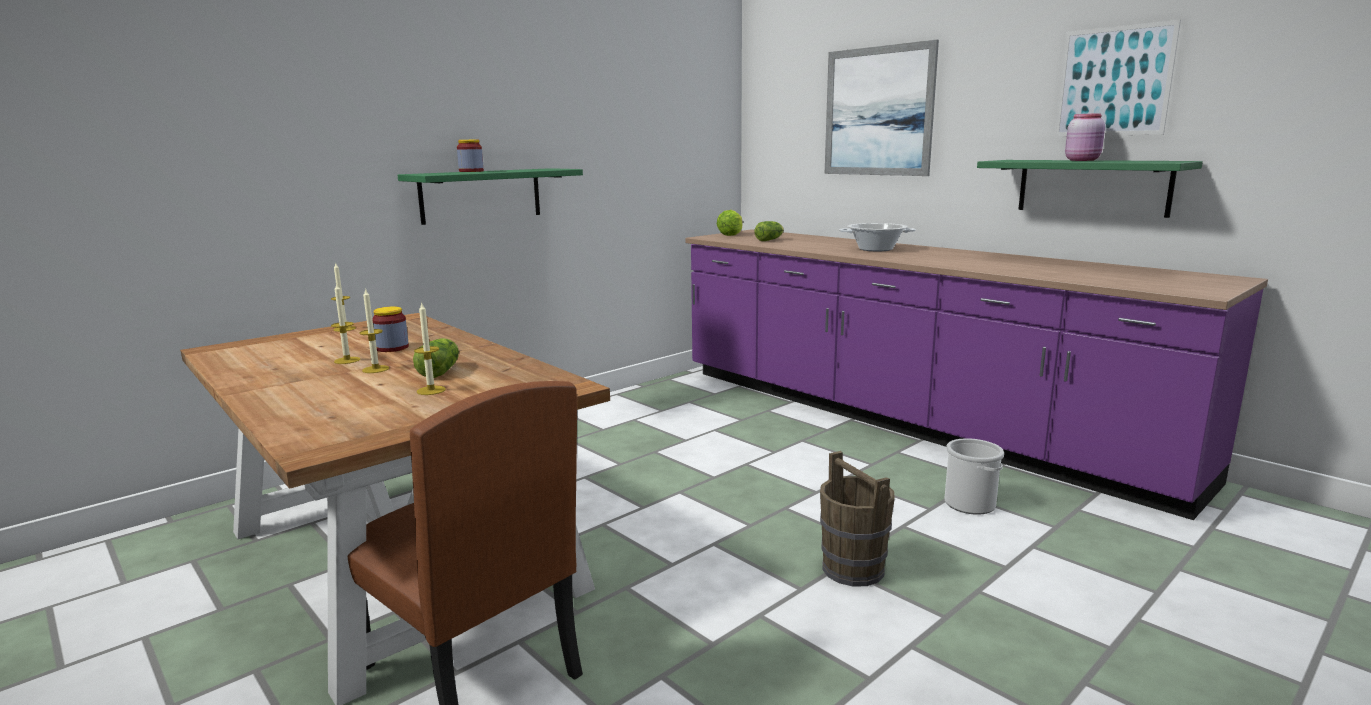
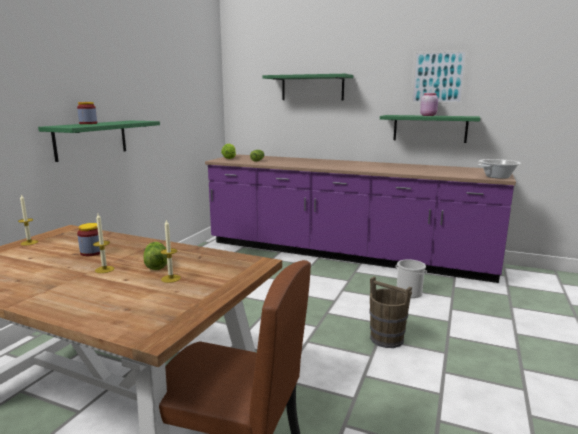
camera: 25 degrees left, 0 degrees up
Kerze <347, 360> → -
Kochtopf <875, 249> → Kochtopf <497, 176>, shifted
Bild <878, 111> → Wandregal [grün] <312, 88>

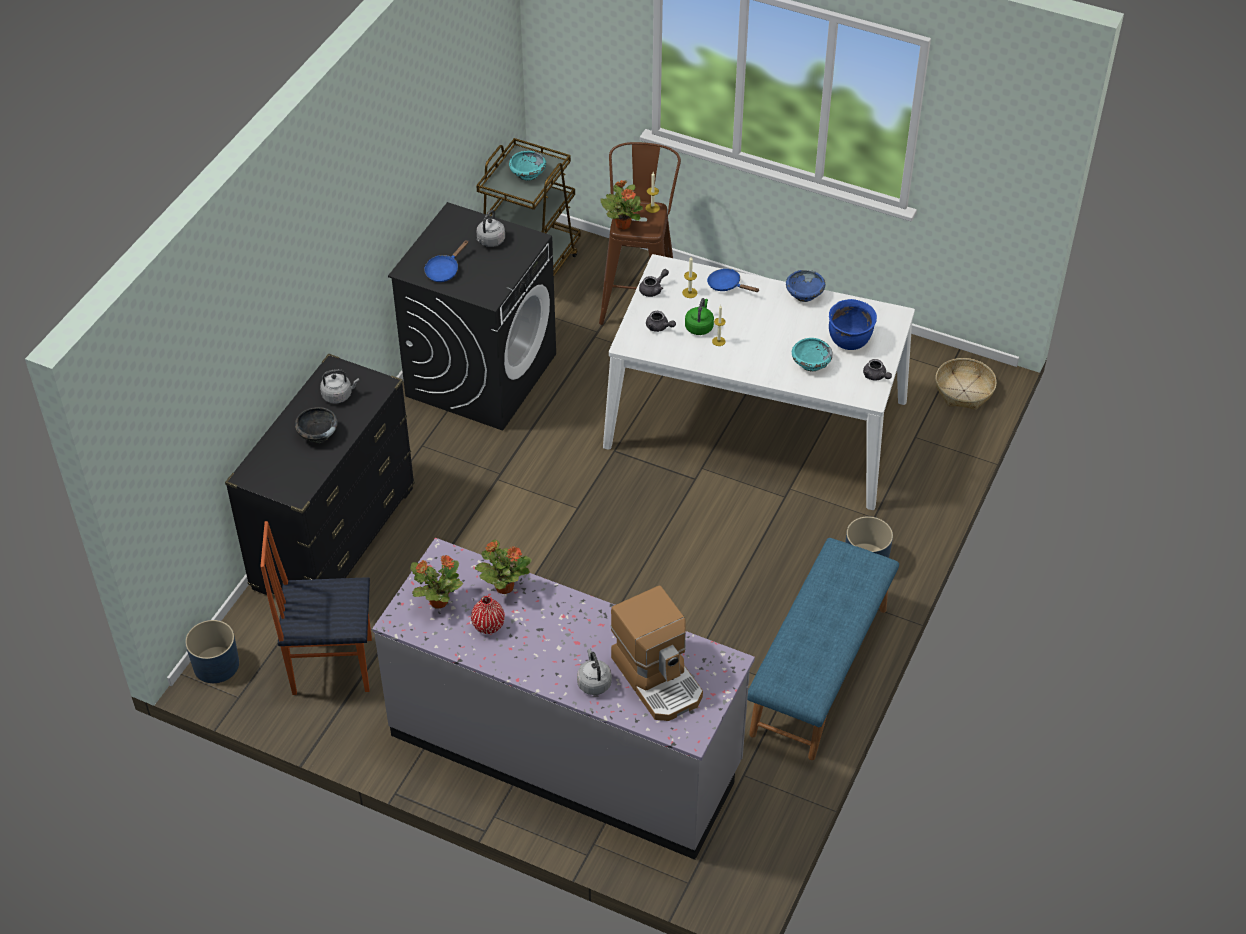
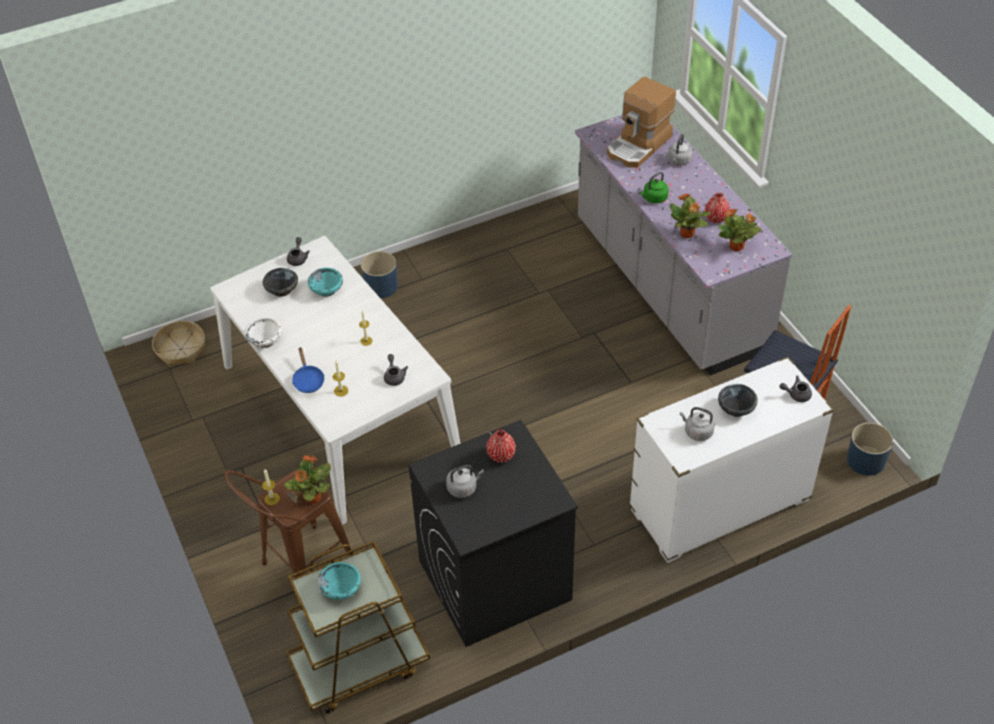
camera: 140 degrees left, 0 degrees up
Pfanne [blau] <444, 270> → -
Bank [blau] <820, 671> → -
- → Vase [rot] <501, 455>
Teekanne [grau] <653, 289> → Teekanne [grau] <796, 394>, shifted
Wasserkessel [grün] <699, 326> → Wasserkessel [grün] <654, 198>, shifted
Kochtopf [blau] <850, 341> → Schüssel [schwarz] <281, 290>
Kommode [schwarz] <334, 538> → Kommode [weiß] <719, 506>
Schüssel [blau] <804, 294> → Schüssel [weiß] <265, 340>
Kaffeemaschine <658, 678> → Kaffeemaschine <639, 145>, 150 degrees counterclockwise

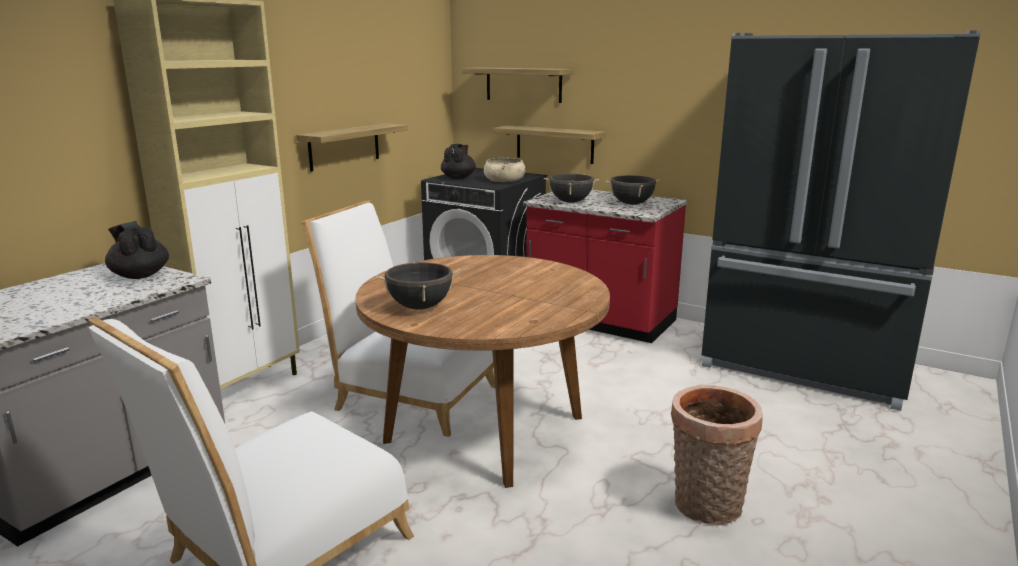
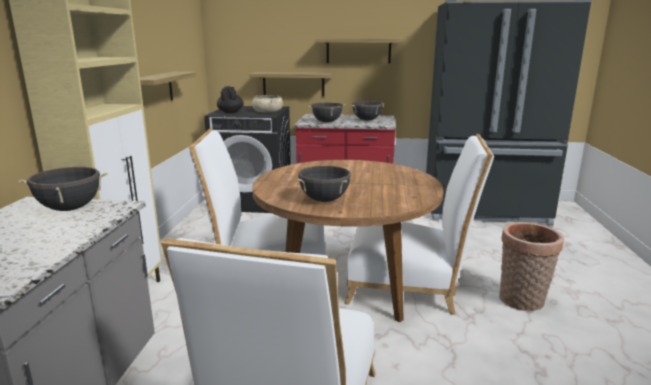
camera: 25 degrees left, 0 degrees up
- → Stuhl [weiß] <409, 286>
Wandregal <523, 84> → Wandregal <358, 50>, shifted
Teekanne [schwarz] <140, 275> → Kochtopf [schwarz] <70, 209>

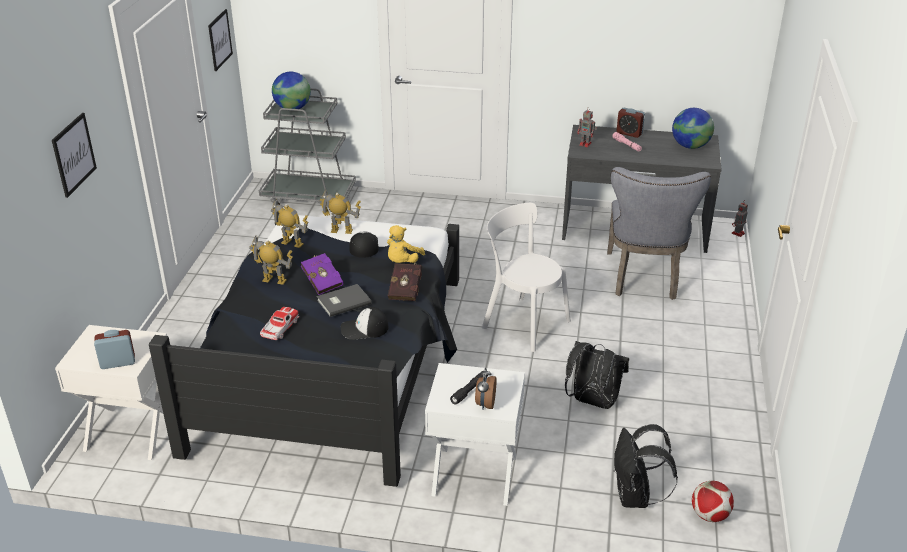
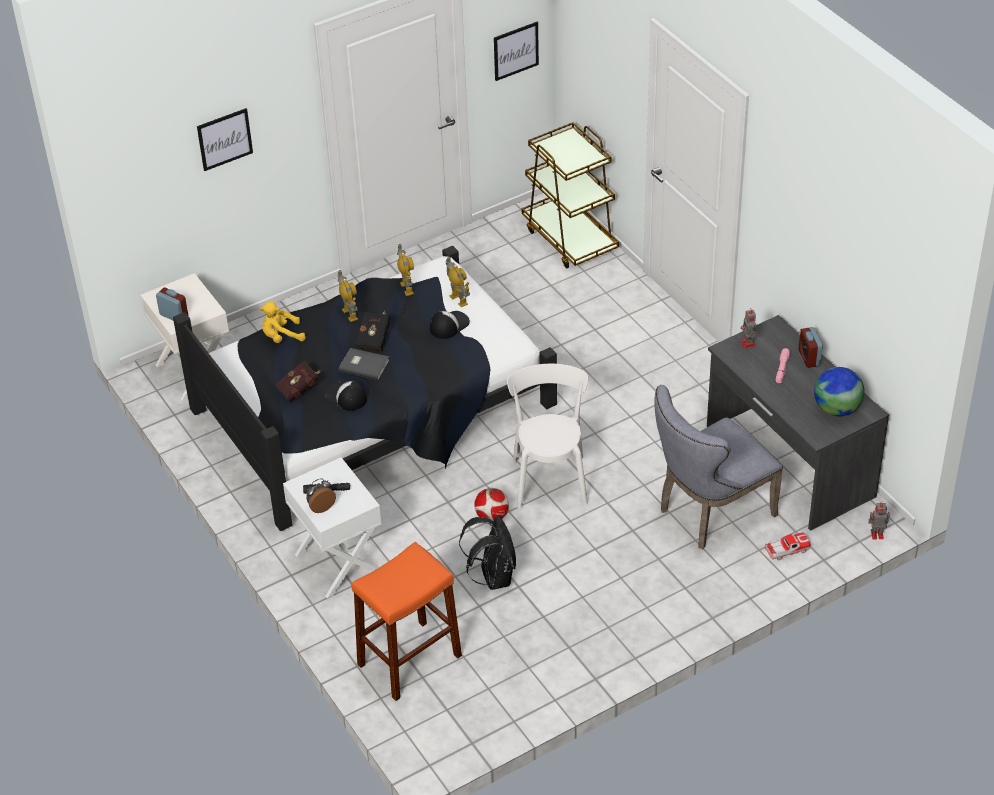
camera: 50 degrees right, 10 degrees up
Globus <292, 108> → -
Spielzeugauto <280, 328> → Spielzeugauto <787, 549>, shifted
Plüschtier [gelb] <402, 262> → Plüschtier [gelb] <281, 336>, shifted
Buch [rot] <406, 290> → Buch [rot] <300, 389>, shifted
Fußball <709, 515> → Fußball <492, 516>, shifted
Rucksack [schwarz] <635, 497> → Hocker [orange] <409, 660>
Rollwagen [grau] <309, 197> → Rollwagen [braun] <570, 239>
Buch [lila] <322, 282> → Buch [schwarz] <375, 338>

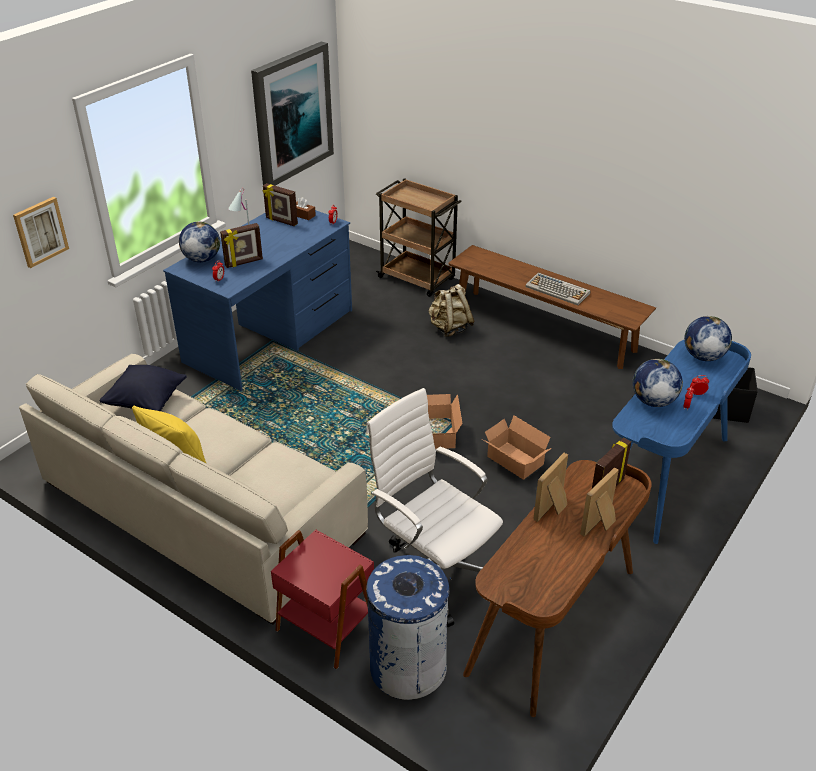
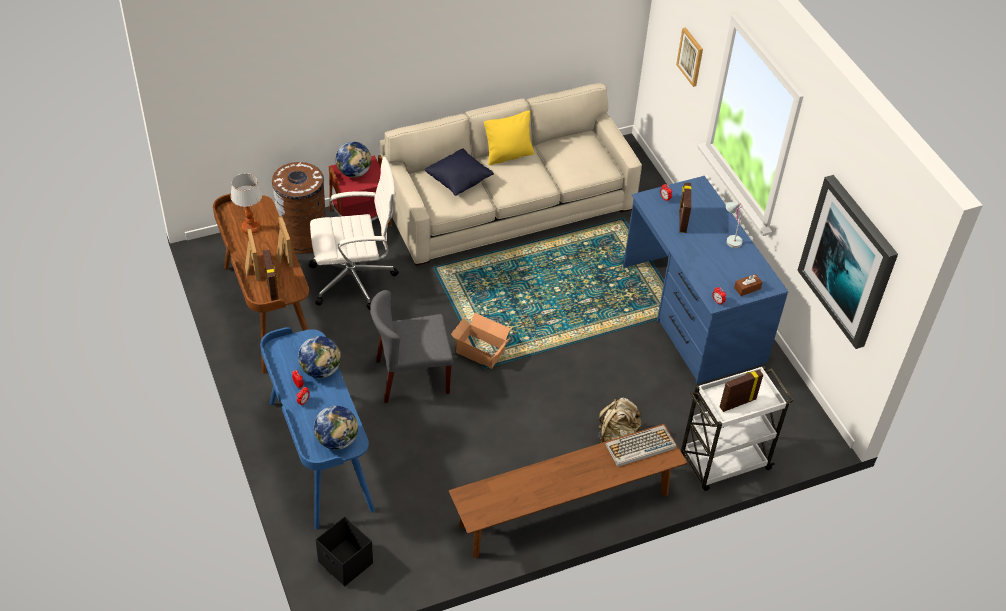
camera: 120 degrees right, 10 degrees up
- → Tischlampe <251, 228>
Kissen [schwarz] <146, 402> → Kissen [schwarz] <458, 182>, shifted
Globus <202, 259> → Globus <354, 172>, shifted
Bilderrahmen <281, 221> → Bilderrahmen <737, 403>, shifted
Tastatur <558, 290> → Tastatur <640, 447>, shifted
Karton <514, 462> → Stuhl [grau] <412, 377>
Mülleimer [blau] <408, 666> → Mülleimer [braun] <302, 236>
Rollwagen [braun] <418, 279> → Rollwagen [weiß] <723, 462>

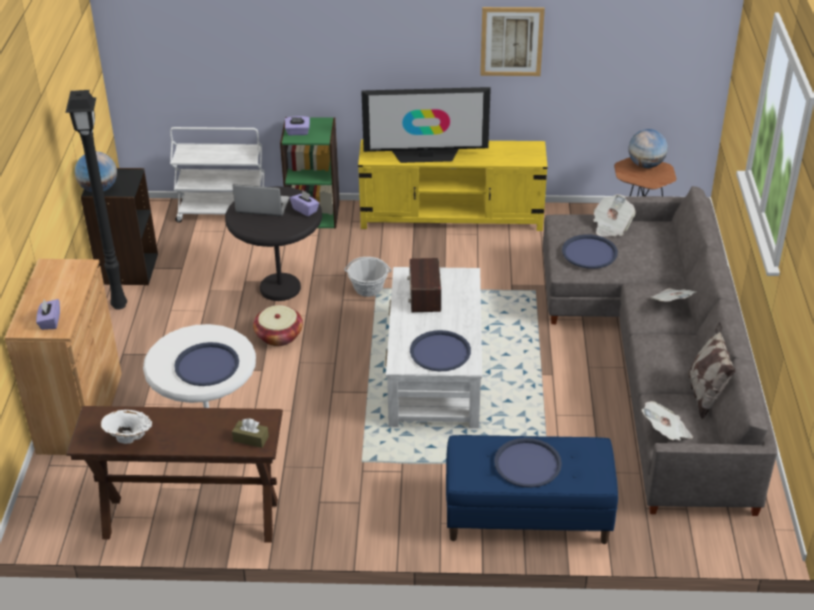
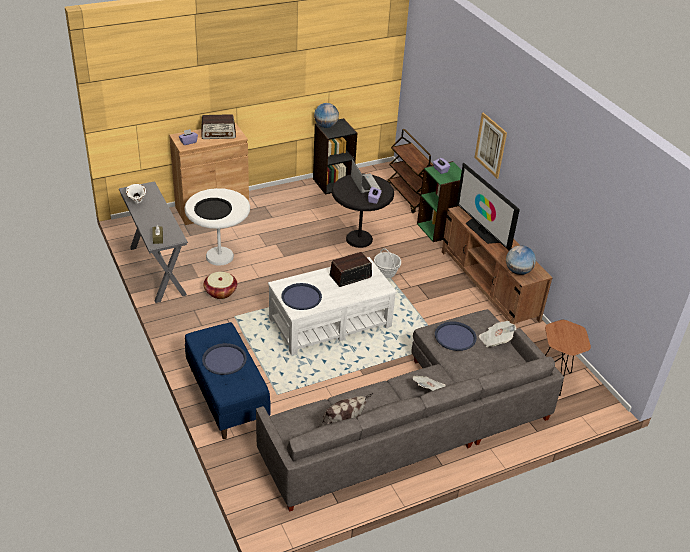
camera: 60 degrees right, 0 degrees up
Stehlampe [schwarz] <118, 305> → -
Zeitung <665, 432> → -
- → Radio <218, 134>
Korb <279, 336> → Korb <220, 292>, shifted
Bild <511, 41> → Bild <490, 145>, shifted
Globus <646, 165> → Globus <518, 271>, shifted
Konsolentisch [braun] <191, 519> → Konsolentisch [grau] <157, 270>
Rollwagen [weiß] <223, 212> → Rollwagen [braun] <410, 197>
Tablett [blau] <207, 365> → Tablett [schwarz] <213, 209>
Fernsehschrank [gelb] <452, 216> → Fernsehschrank [braun] <489, 285>

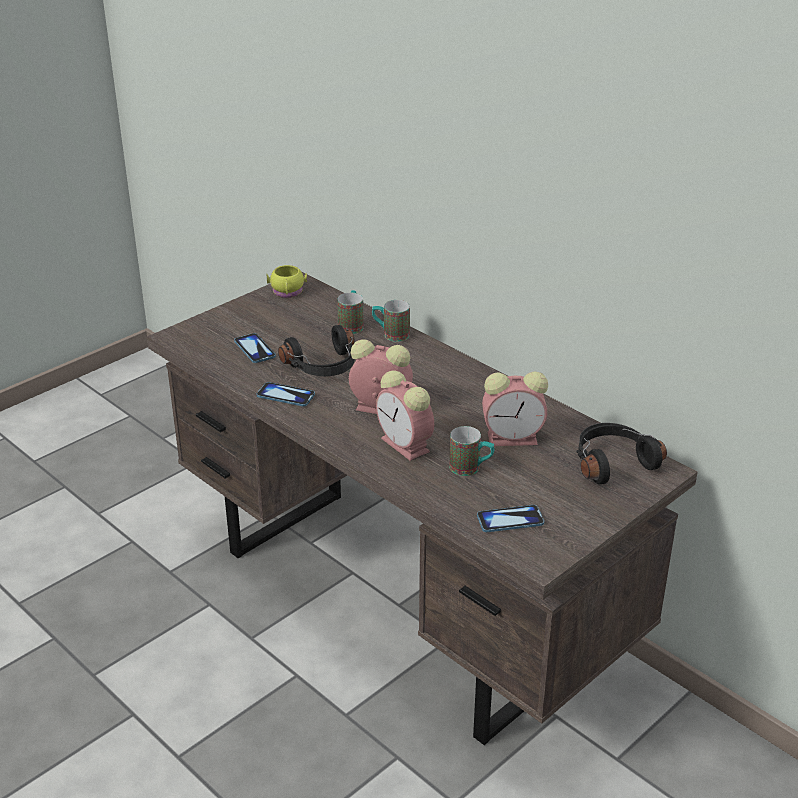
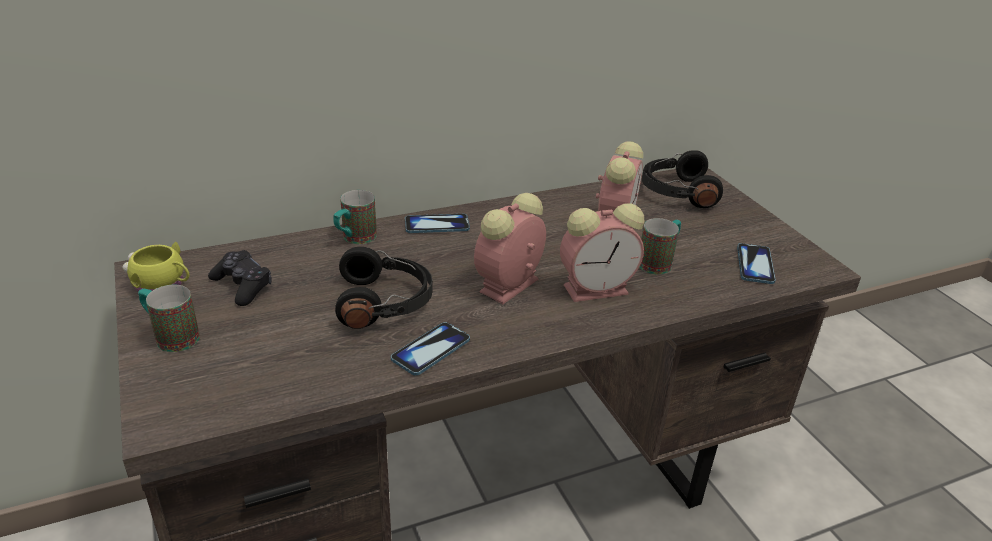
camera: 70 degrees left, 0 degrees up
- → Gamepad [schwarz] <242, 286>
Handy <254, 349> → Handy <437, 225>, shifted
Henkelbecher <351, 324> → Henkelbecher <171, 336>, shifted

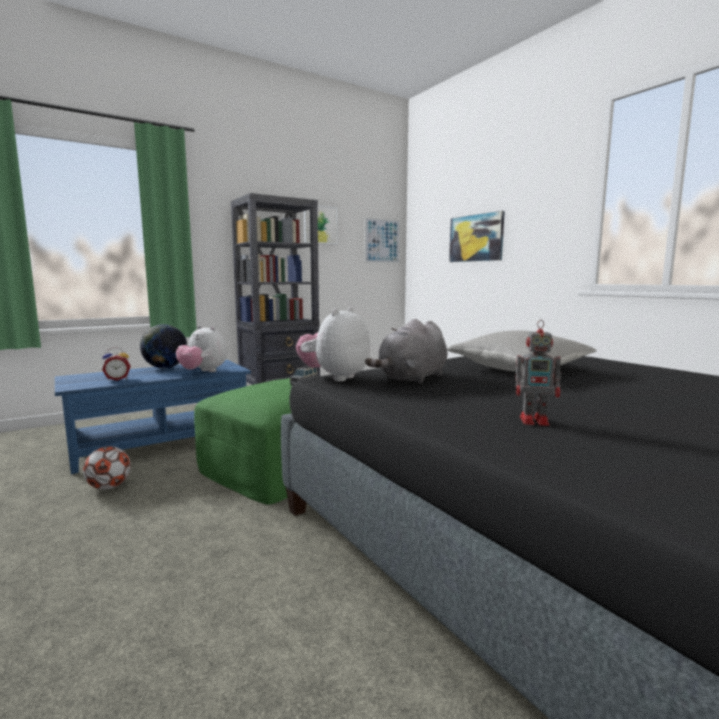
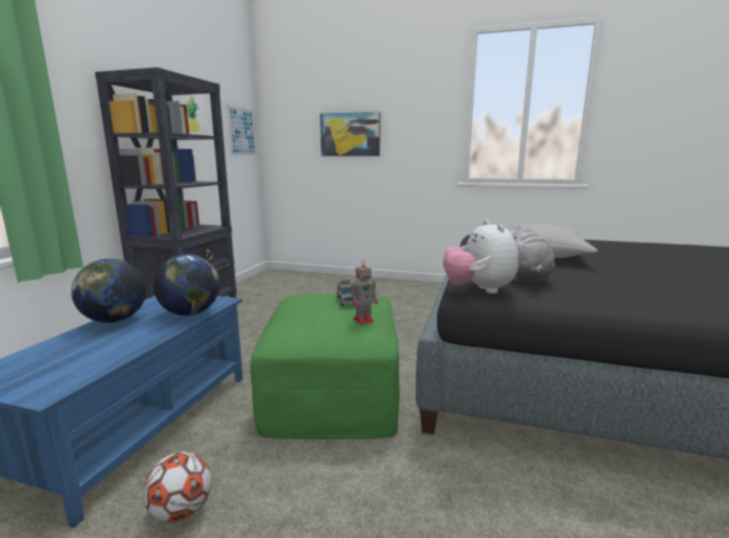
camera: 40 degrees left, 5 degrees up
Wecker <118, 379> → -
Spielzeugroboter <536, 420> → Spielzeugroboter <364, 320>, shifted
Plüschtier <203, 372> → Globus <191, 314>

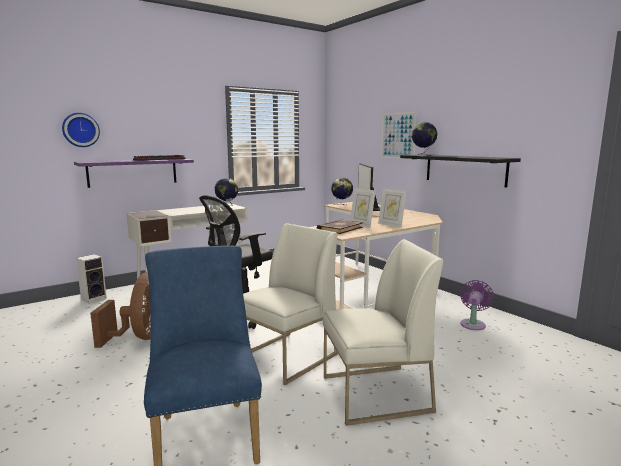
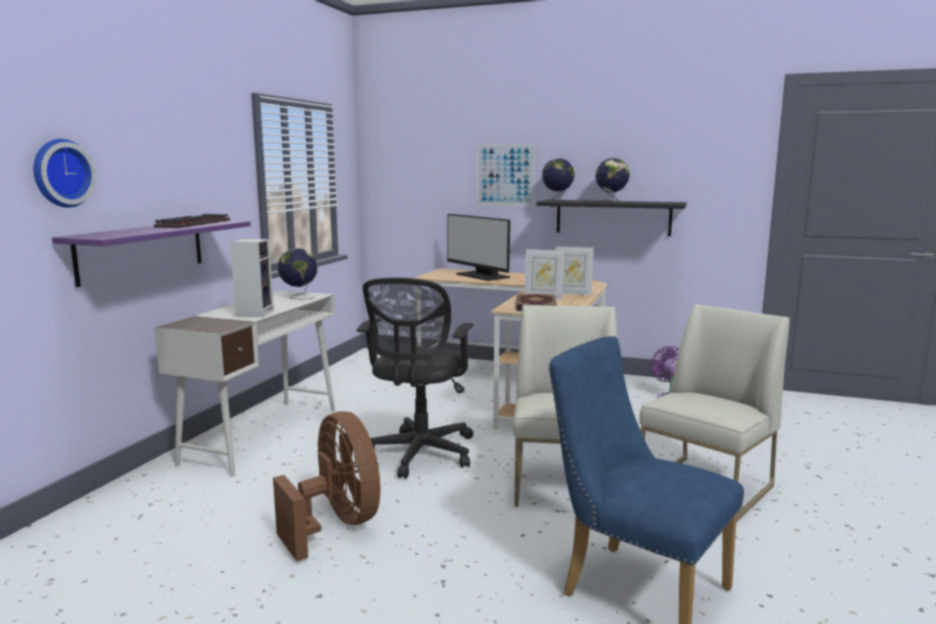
camera: 35 degrees left, 0 degrees up
Lautsprecher <94, 298> → Lautsprecher <254, 313>, shifted
Globus <341, 205> → Globus <611, 201>, shifted

